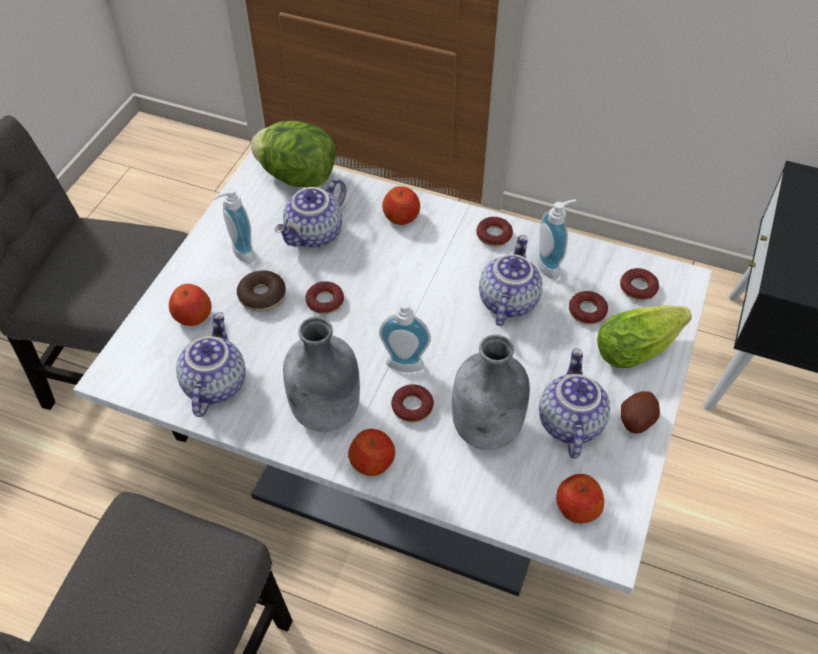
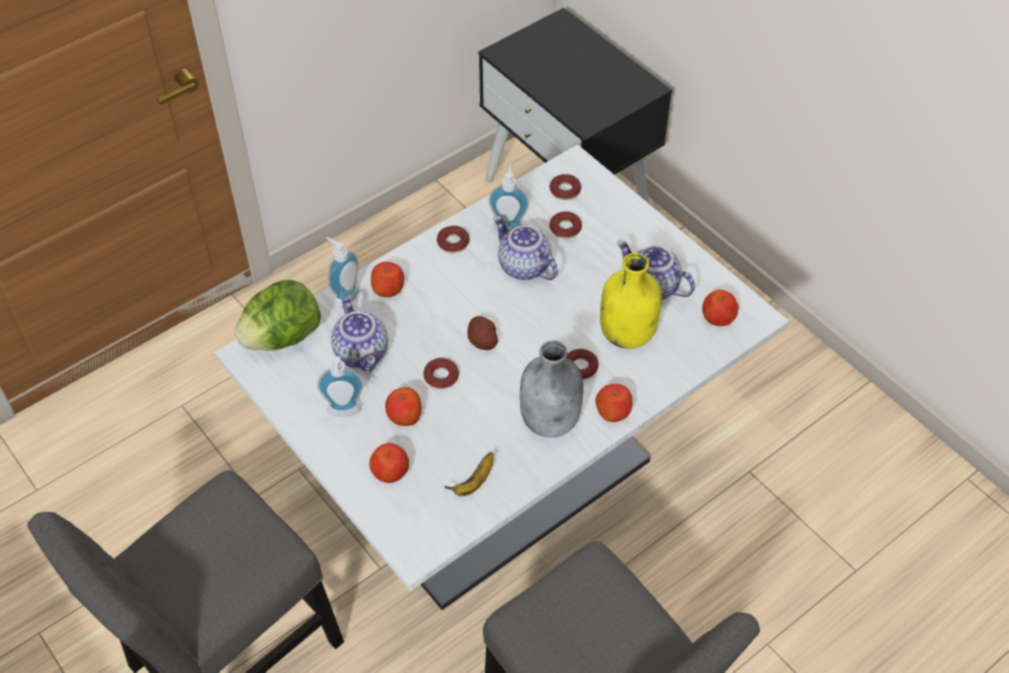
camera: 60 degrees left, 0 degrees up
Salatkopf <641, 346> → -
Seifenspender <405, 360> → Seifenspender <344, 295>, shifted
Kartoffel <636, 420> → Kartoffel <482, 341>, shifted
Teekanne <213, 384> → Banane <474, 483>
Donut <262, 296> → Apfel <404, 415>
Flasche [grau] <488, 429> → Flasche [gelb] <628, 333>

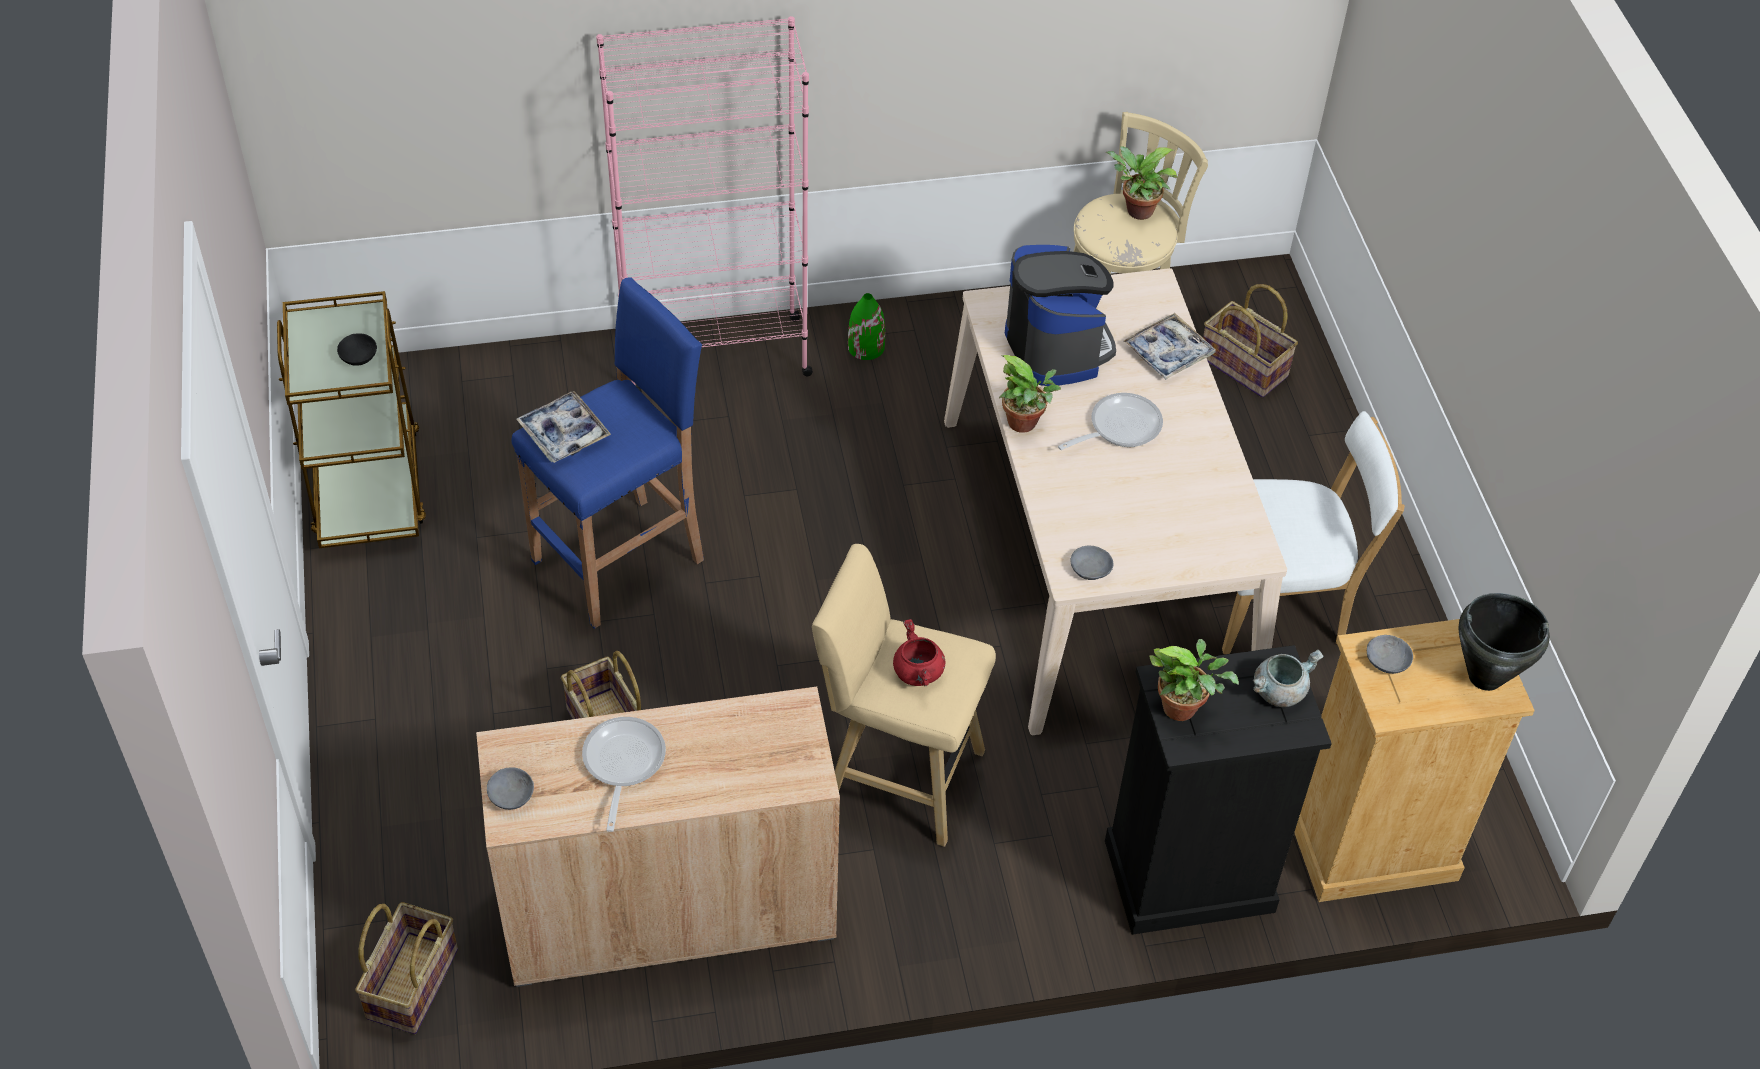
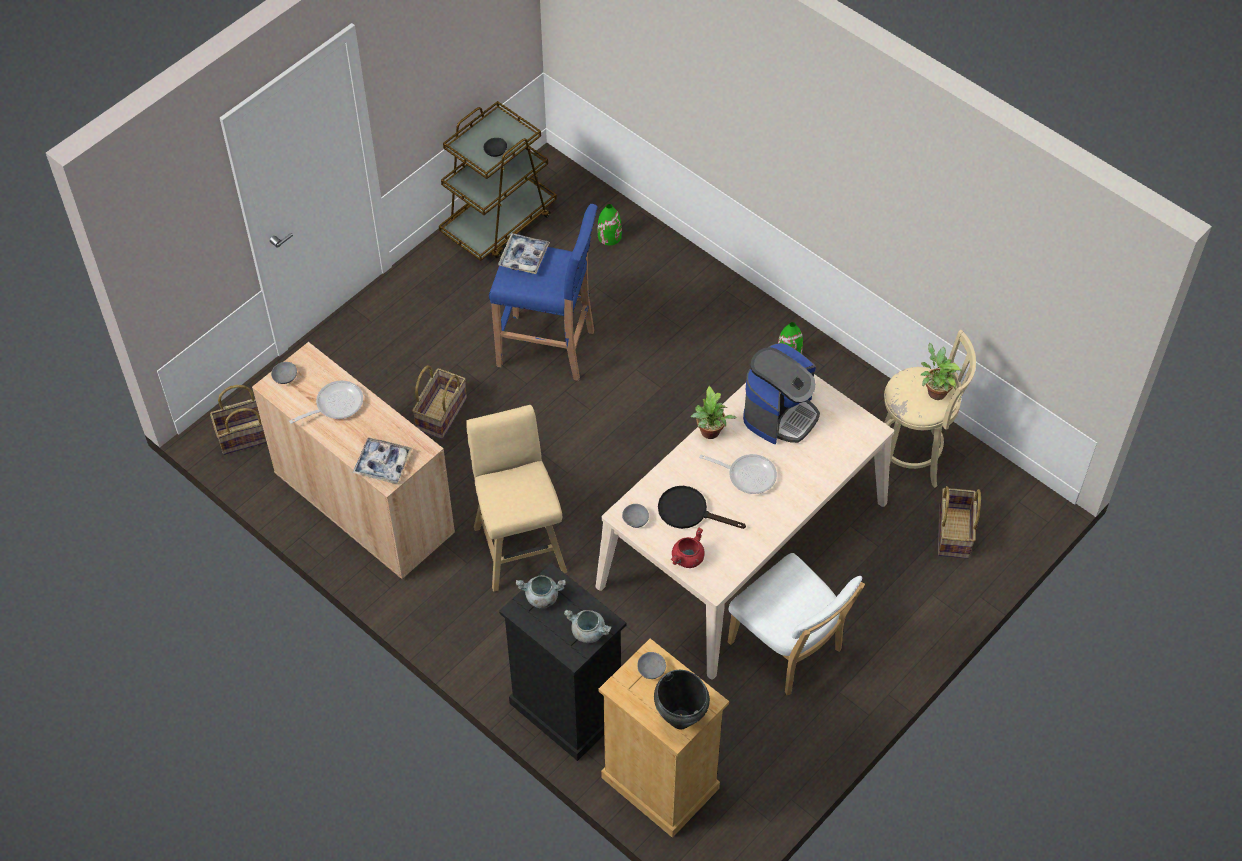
camera: 55 degrees right, 5 degrees up
Bücherregal [rosa] <715, 355> → -
- → Vase [grün] <609, 236>
- → Pfanne [schwarz] <689, 511>
Kochtopf [rot] <919, 672> → Kochtopf [rot] <687, 558>, shifted
Tablett <1168, 353> → Tablett <383, 464>, shifted
Topfpflanze <1184, 708> → Kochtopf [grau] <541, 597>

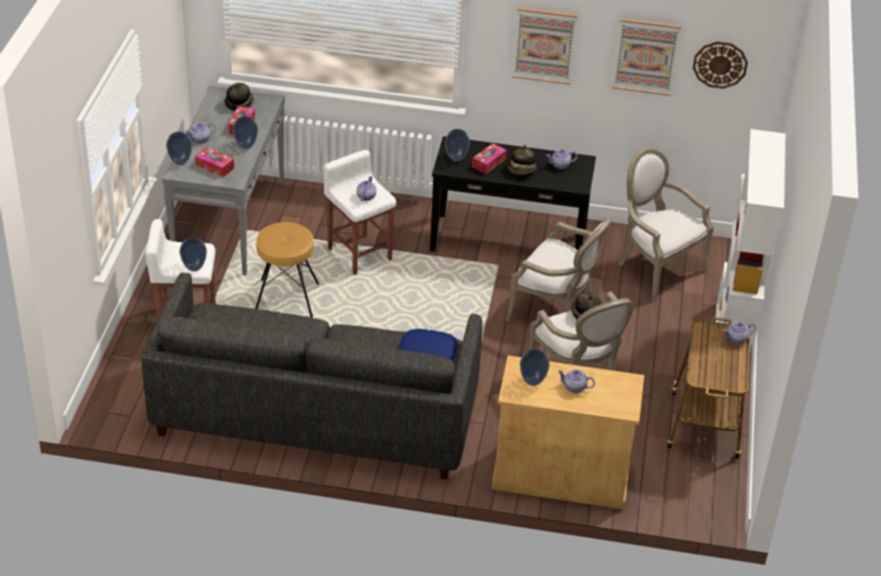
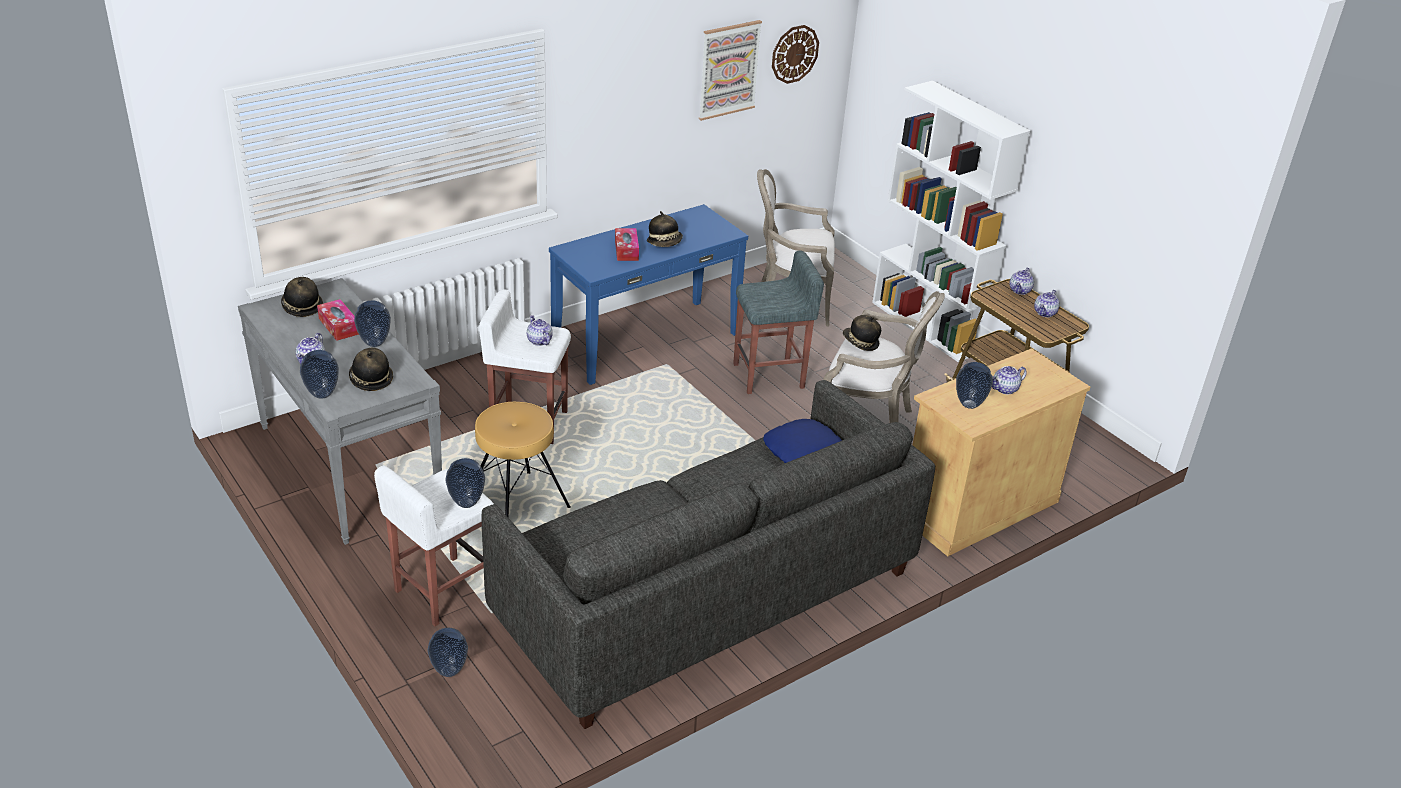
camera: 45 degrees left, 5 degrees down
Bild <544, 45> → -
Vase <456, 158> → Vase <448, 671>, shifted
Teekanne <560, 165> → Teekanne <1045, 313>, shifted
Taschentuchbox <214, 167> → Hut <371, 379>
Sessel <556, 311> → Hocker [grau] <770, 376>
Konsolentisch [schwarz] <508, 241> → Konsolentisch [blau] <645, 340>

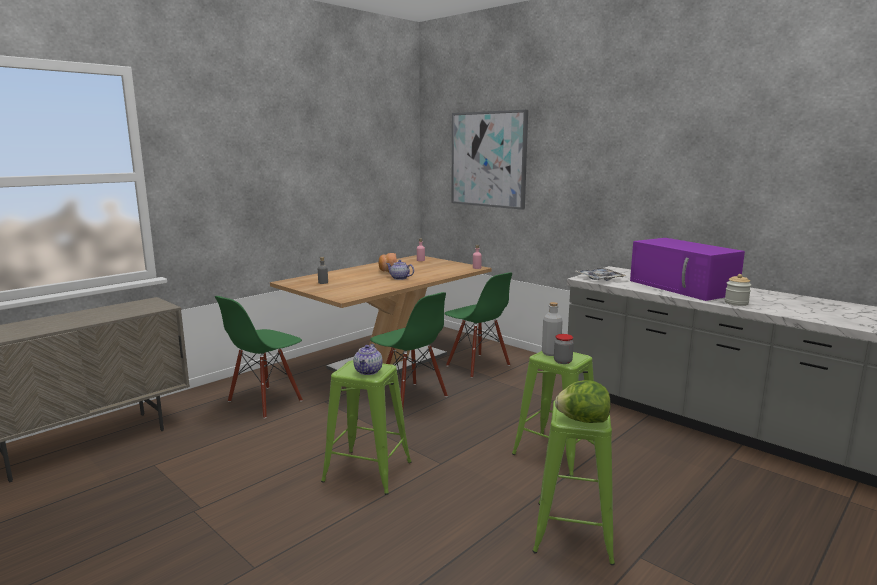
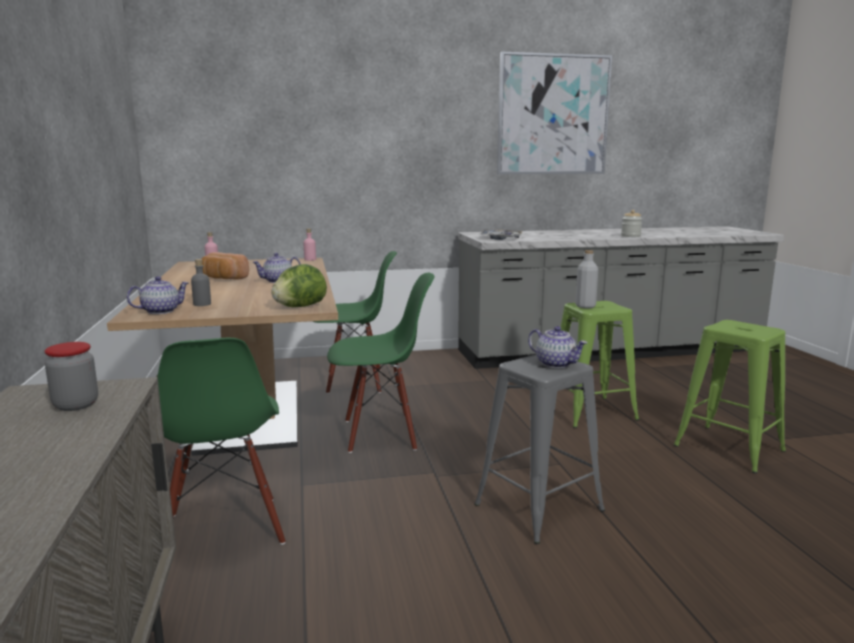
camera: 55 degrees left, 0 degrees up
Mikrowelle [lila] <683, 287> → -
- → Teekanne <161, 311>
Bild <488, 159> → Bild <553, 115>, shifted
Vorratsglas <562, 361> → Vorratsglas <76, 405>, shifted
Salatkopf <582, 420> → Salatkopf <300, 307>, shifted
Hocker [grün] <367, 471> → Hocker [grau] <538, 508>

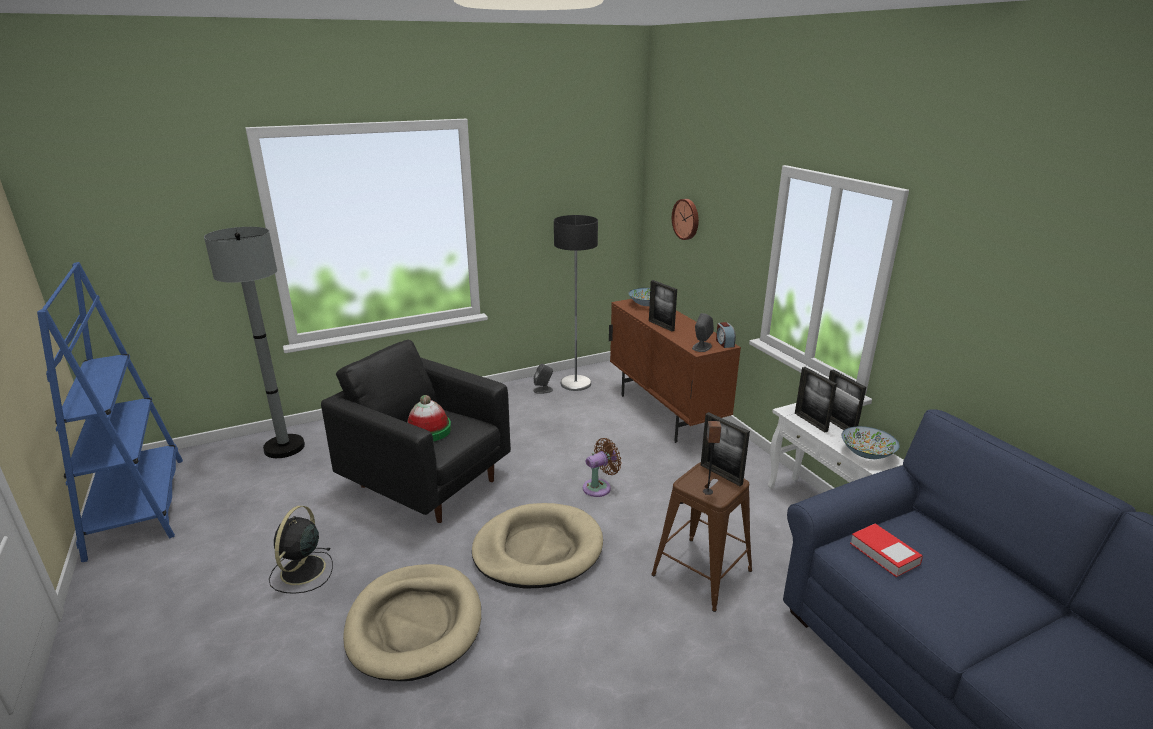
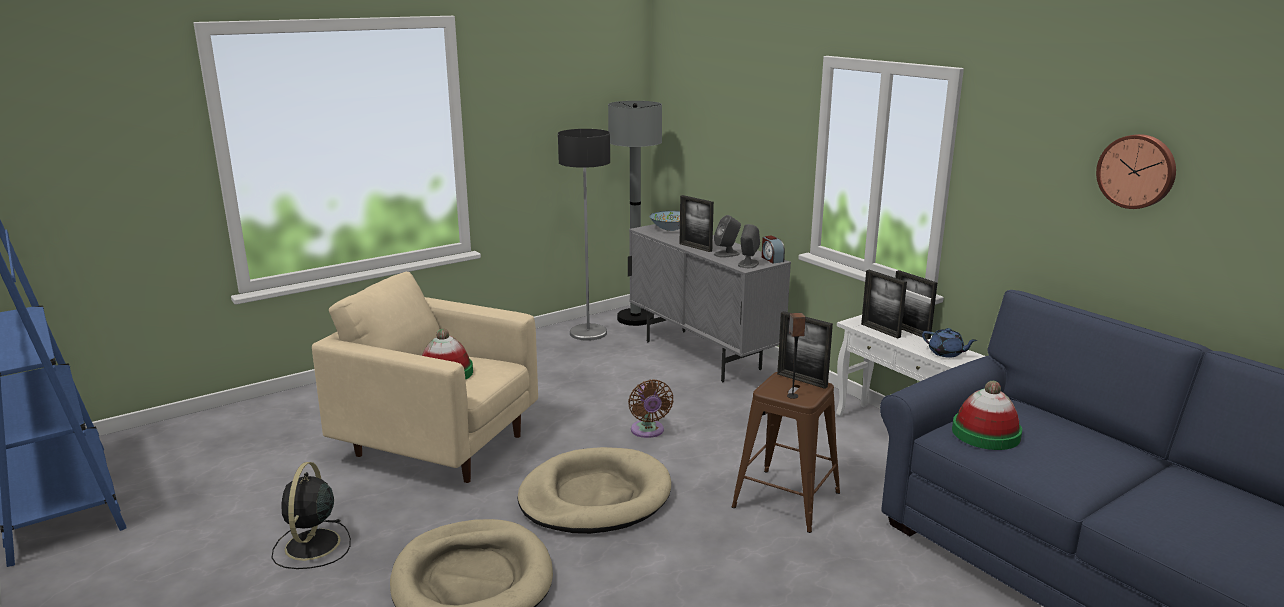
camera: 10 degrees left, 5 degrees down
Stehlampe [grau] <284, 447> → Stehlampe [grau] <635, 318>, shifted
Lautsprecher [grau] <543, 390> → Lautsprecher [grau] <727, 254>, shifted
Wanduhr <686, 219> → Wanduhr <1137, 171>, shifted
Schüssel <867, 454> → Teekanne [blau] <946, 353>
Buch <884, 553> → Hut <985, 433>
Sessel [schwarz] <428, 483> → Sessel [beige] <439, 445>
Schrank [braun] <665, 413> → Schrank [grau] <702, 355>
Ventilator [braun] <599, 487> → Ventilator [braun] <648, 431>, 120 degrees clockwise

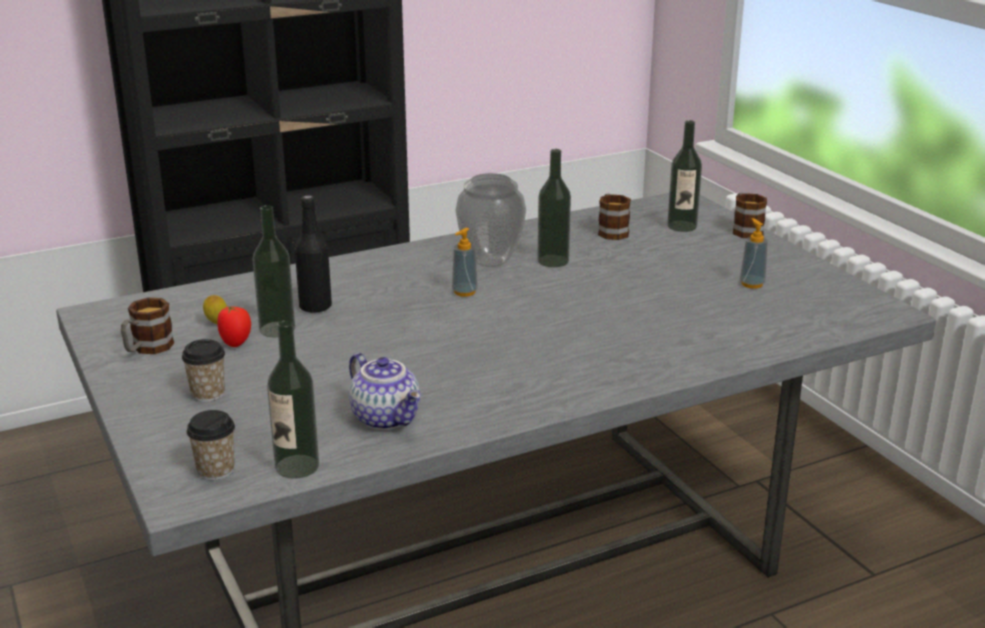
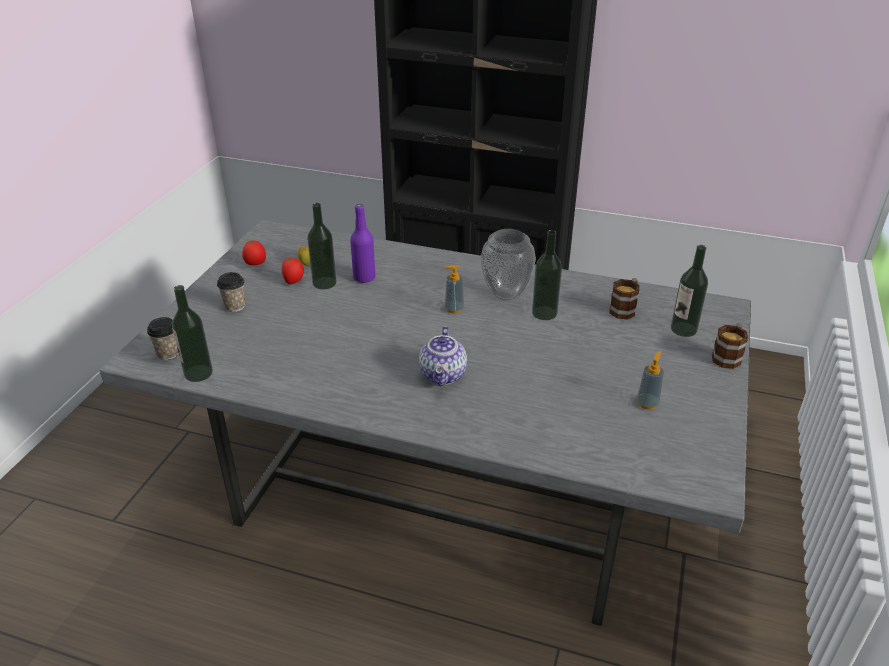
camera: 45 degrees right, 10 degrees up
Teekanne <387, 418> → Teekanne <444, 375>, shifted
Henkelbecher <147, 349> → Tomate <255, 264>
Flasche [schwarz] <315, 307> → Flasche [lila] <364, 278>

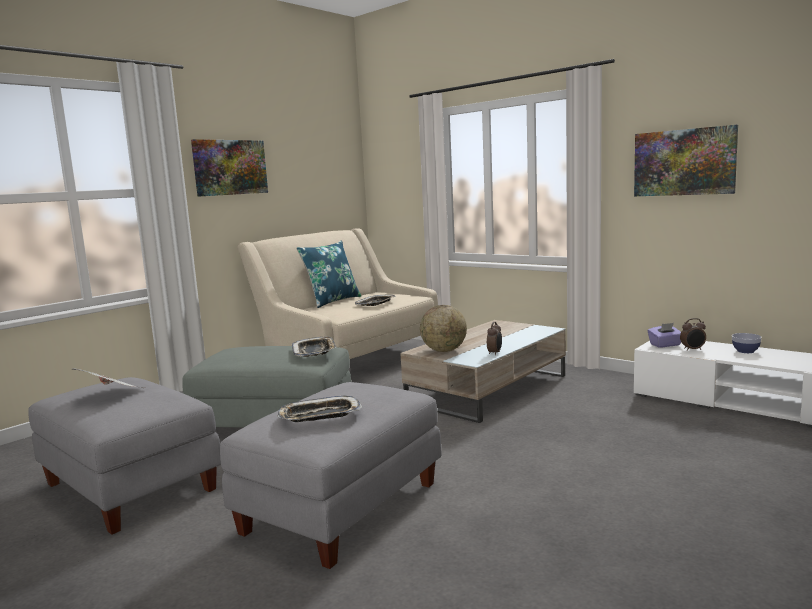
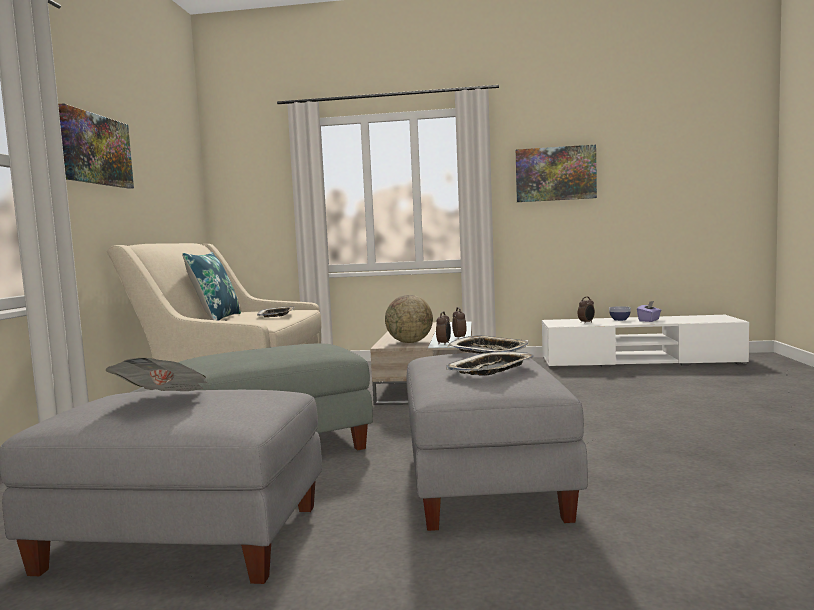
camera: 35 degrees left, 5 degrees down
- → Wecker <444, 344>
Tablett <314, 351> → Tablett <488, 351>, shifted
Taschentuchbox [lila] <665, 345> → Taschentuchbox [lila] <649, 320>, shifted

